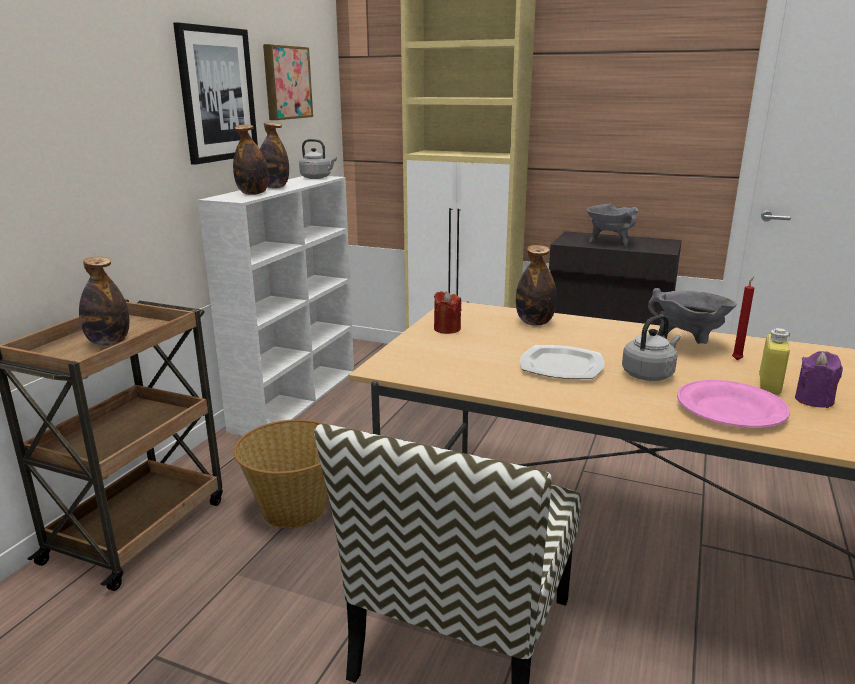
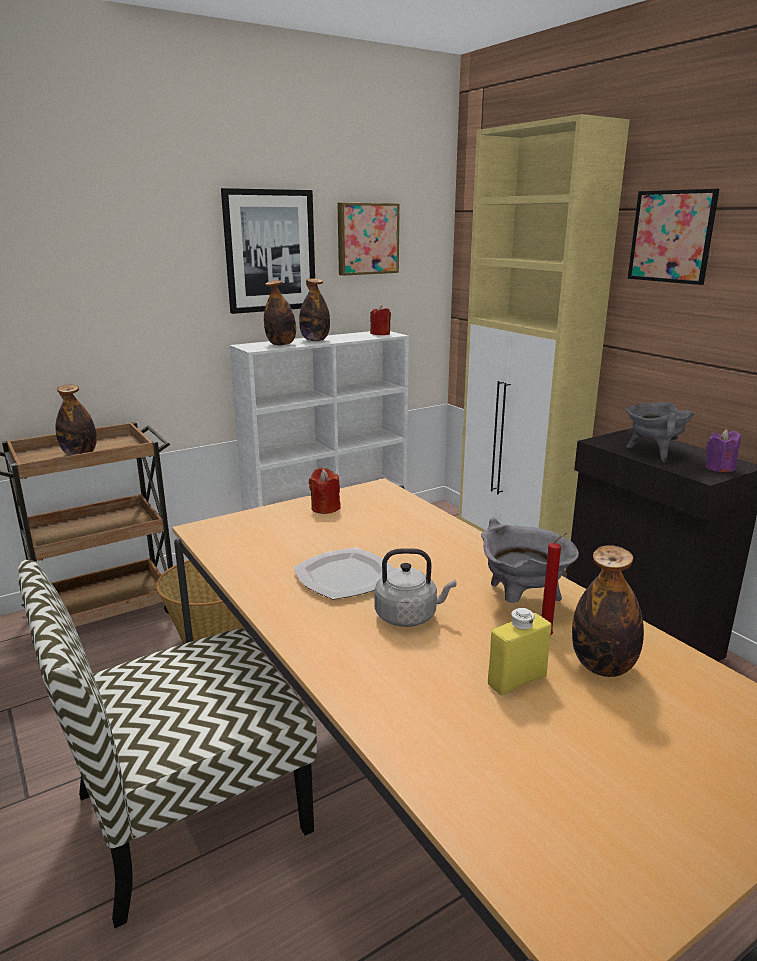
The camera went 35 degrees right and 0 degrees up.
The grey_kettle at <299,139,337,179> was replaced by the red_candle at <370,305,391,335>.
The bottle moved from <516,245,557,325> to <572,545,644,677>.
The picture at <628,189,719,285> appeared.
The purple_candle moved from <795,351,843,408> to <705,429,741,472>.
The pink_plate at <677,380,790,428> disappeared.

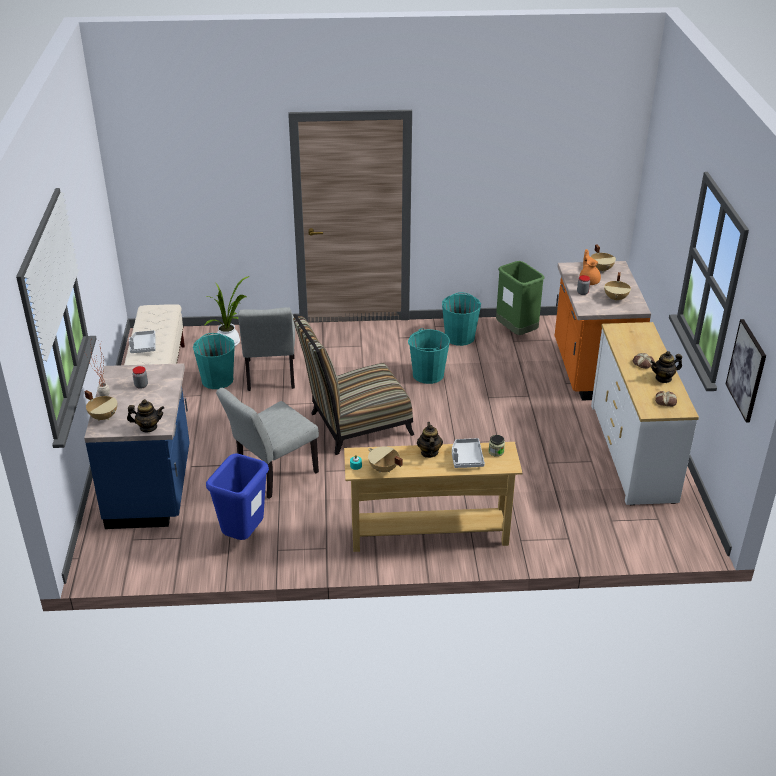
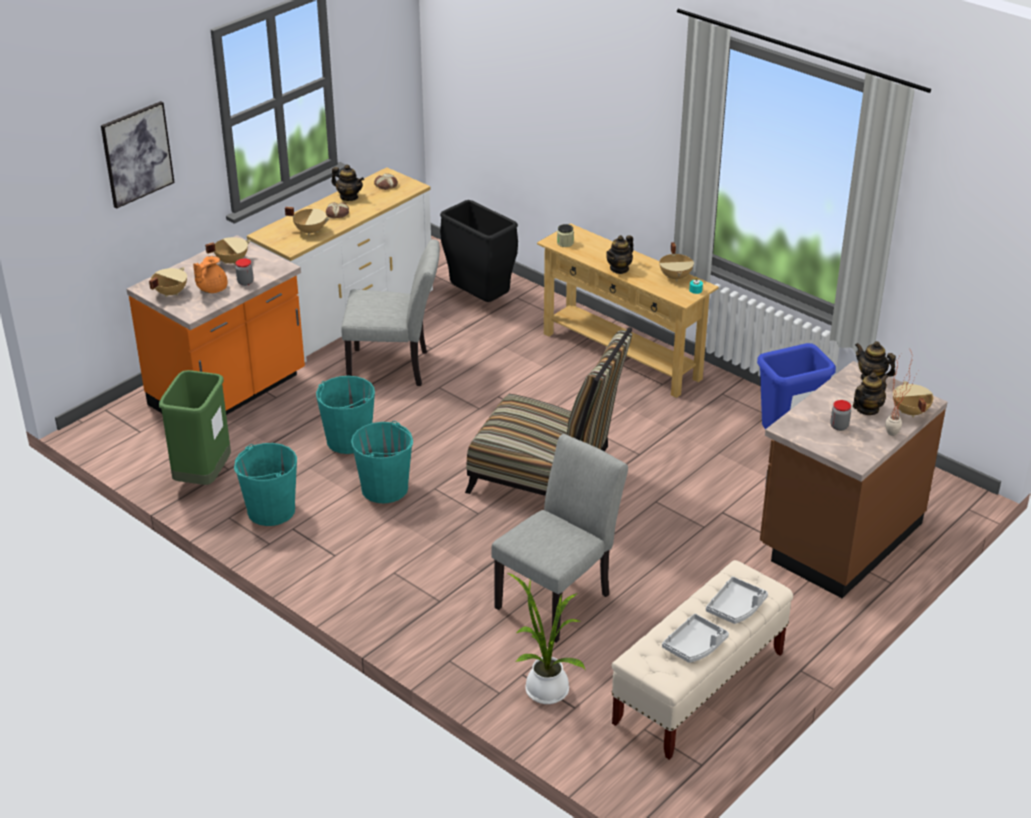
The camera went 135 degrees left and 0 degrees up.
The picture moved from <726,319,766,423> to <101,101,175,209>.
The beige_cooking_pot at <285,207,330,235> appeared.
The turquoise_bucket moved from <193,333,235,389> to <316,376,375,454>.
The grey_chair moved from <216,388,319,499> to <342,239,440,386>.
The black_trash_can at <440,200,518,302> appeared.
The grey_tray moved from <452,438,485,468> to <662,614,729,663>.
The blue_counter at <84,363,190,529> became the brown_counter at <760,361,948,598>.
The teapot at <853,372,889,415> appeared.

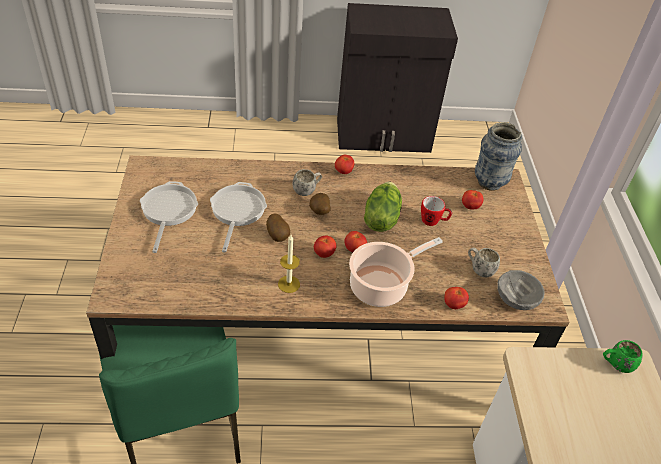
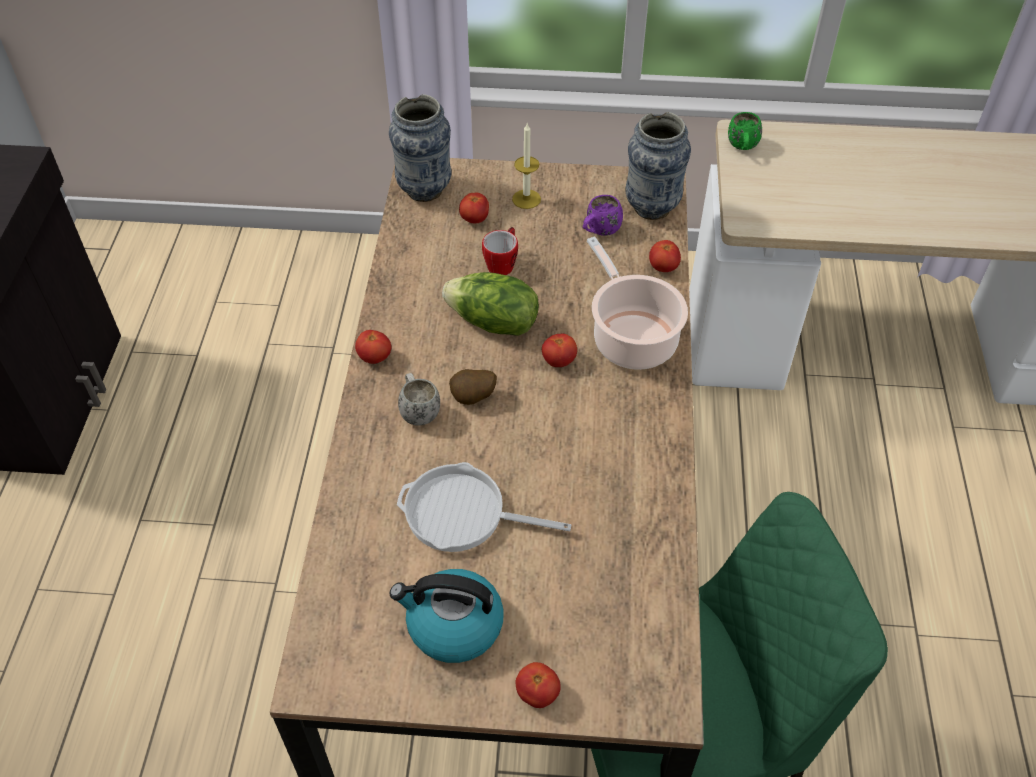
The camera went 80 degrees left and 5 degrees up.
The frying_pan at <140,181,198,253> was replaced by the kettle at <390,569,504,663>.
The candle moved from <278,235,300,293> to <512,123,541,209>.
The tomato moved from <314,235,336,258> to <516,662,561,708>.
The white_mug at <468,248,500,277> became the purple_mug at <583,195,623,236>.
The grey_bowl at <497,270,545,310> was replaced by the vase at <625,112,691,220>.
The potato at <266,213,290,242> disappeared.

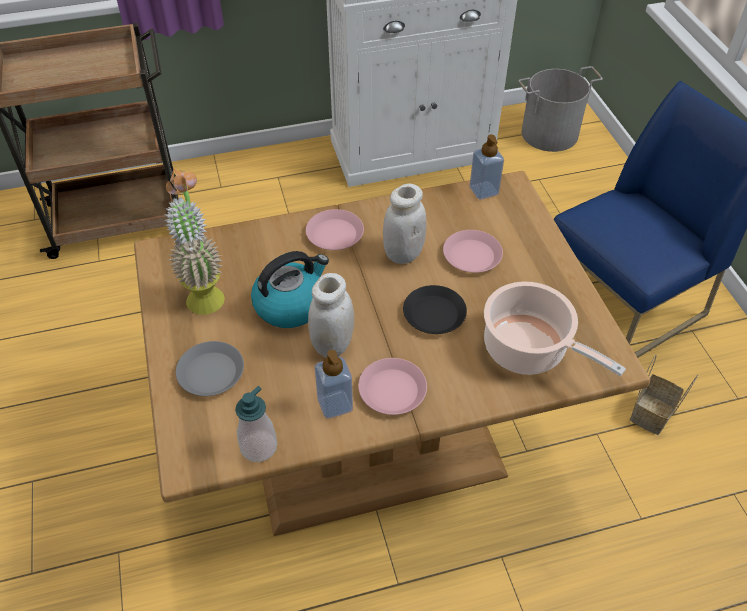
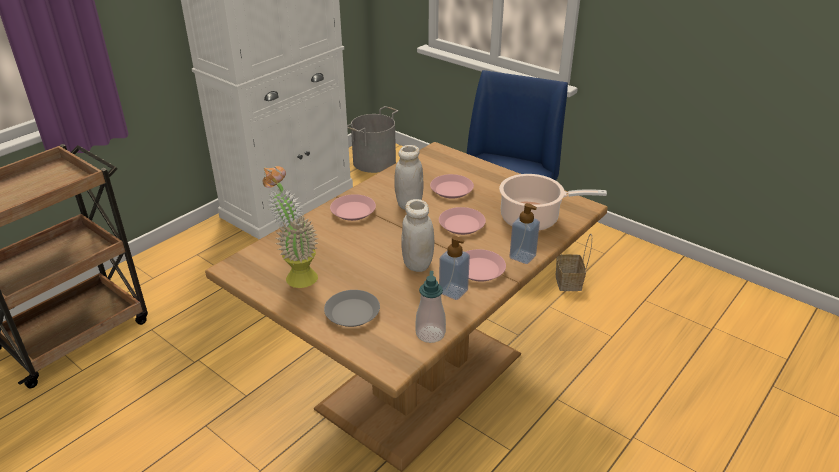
The camera went 35 degrees left and 15 degrees down.
The black_plate at <403,285,467,334> became the pink_plate at <439,207,486,235>.
The soap_dispenser moved from <469,134,504,200> to <509,203,540,264>.
The kettle at <251,251,329,328> disappeared.

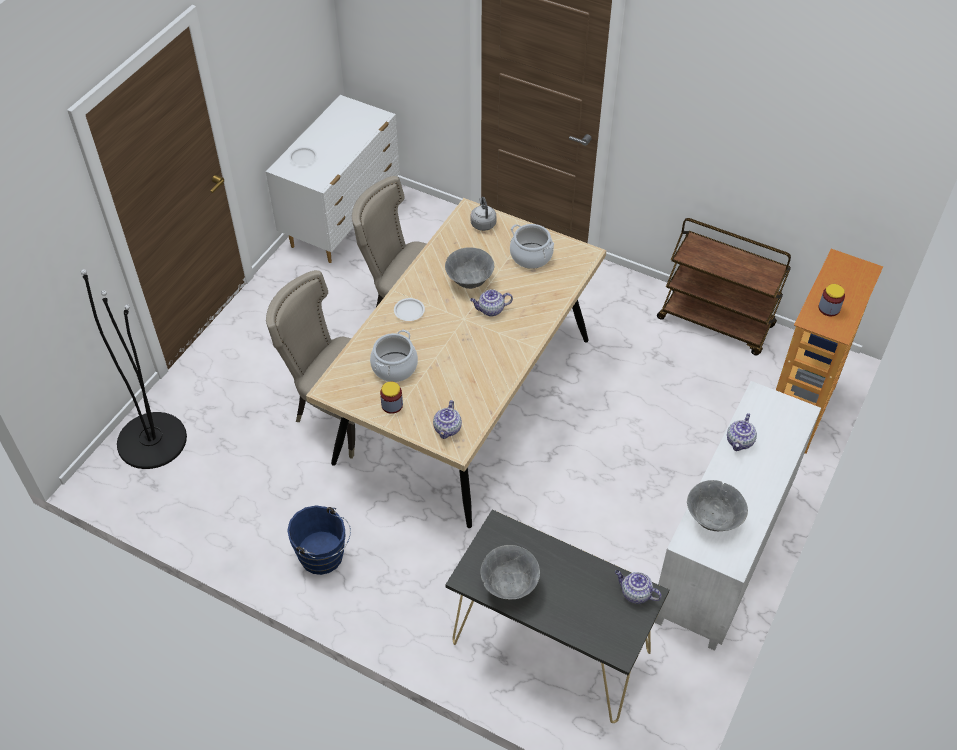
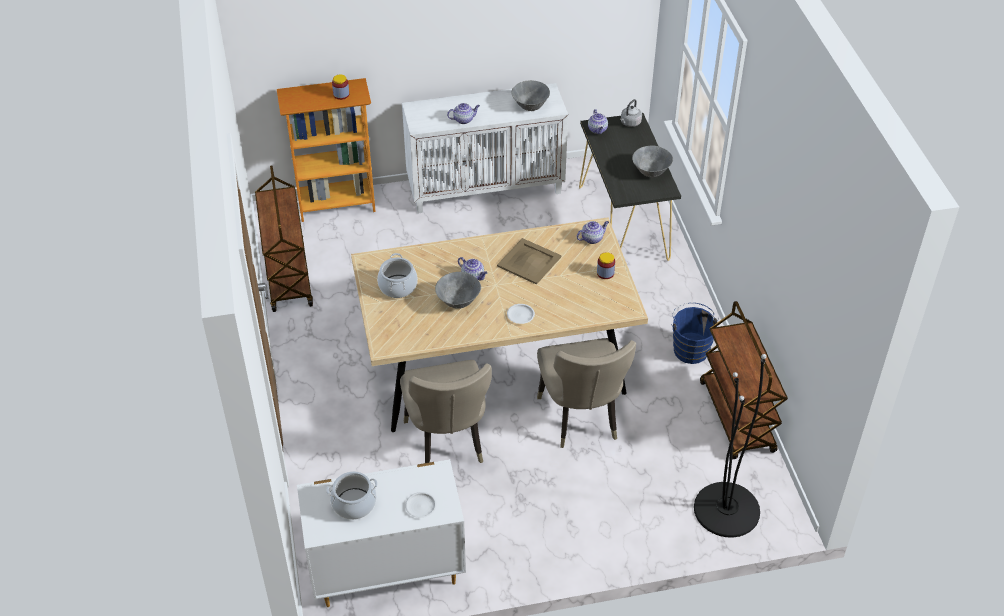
The camera went 130 degrees left and 5 degrees down.
The cooking_pot moved from <370,330,418,382> to <326,471,377,520>.
The beige_tray at <497,238,561,285> appeared.
The grey_kettle moved from <471,197,497,231> to <620,99,642,127>.
The brown_cart at <700,301,788,459> appeared.

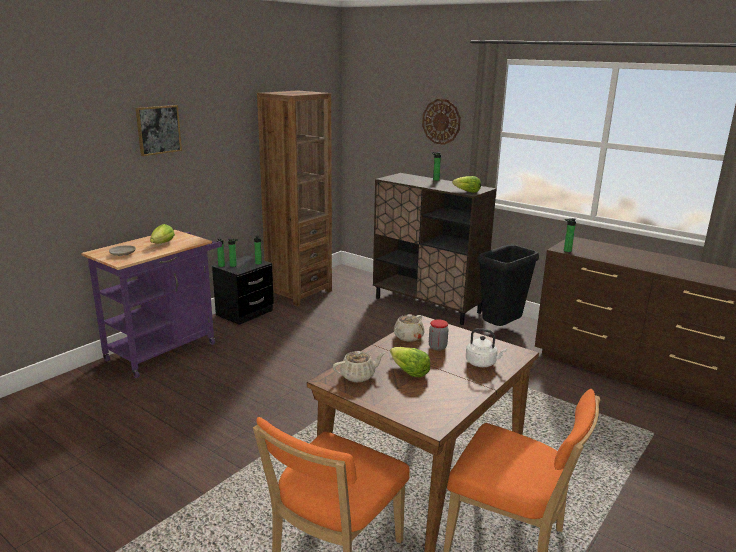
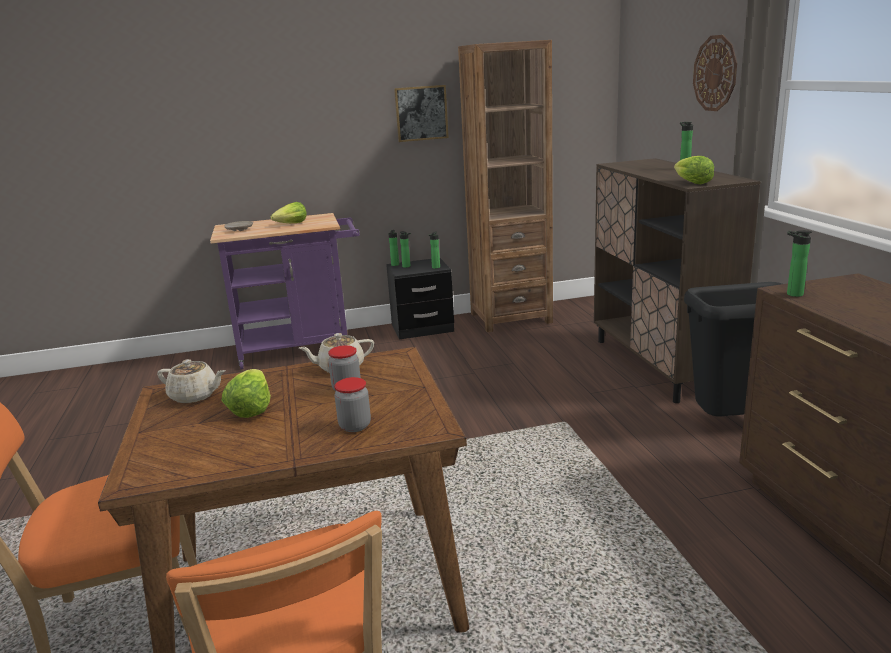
The camera went 40 degrees right and 0 degrees up.
The white_kettle at <466,328,507,367> was replaced by the jar at <334,377,371,432>.
The picture moved from <135,105,182,156> to <394,85,449,142>.

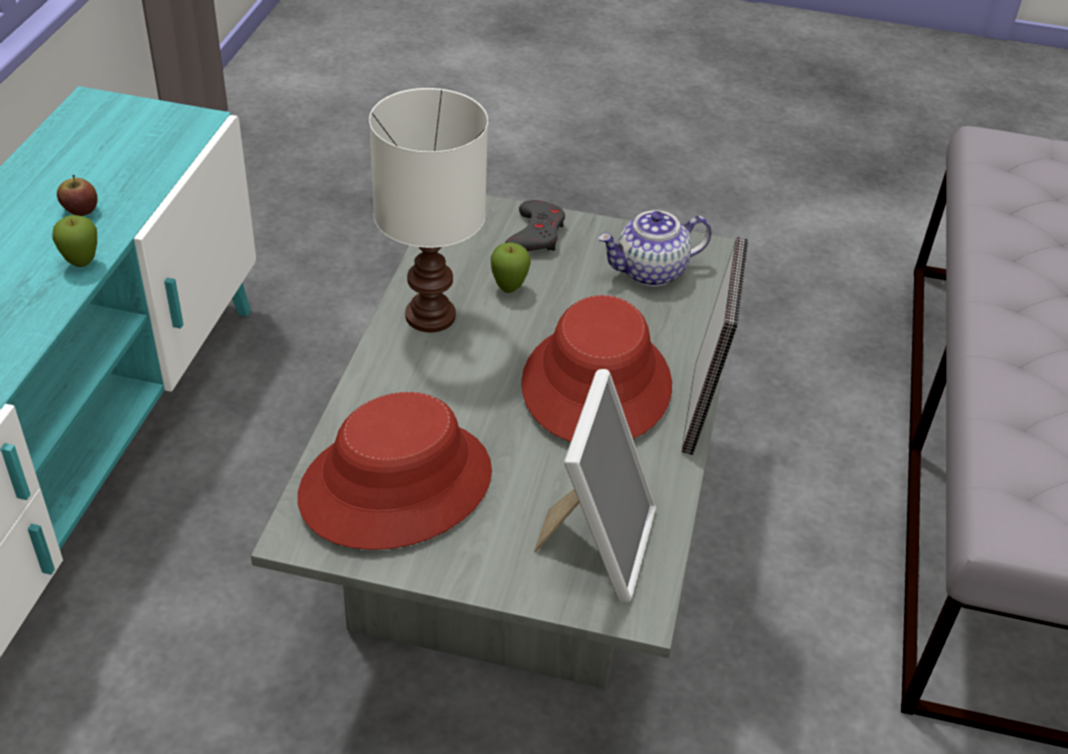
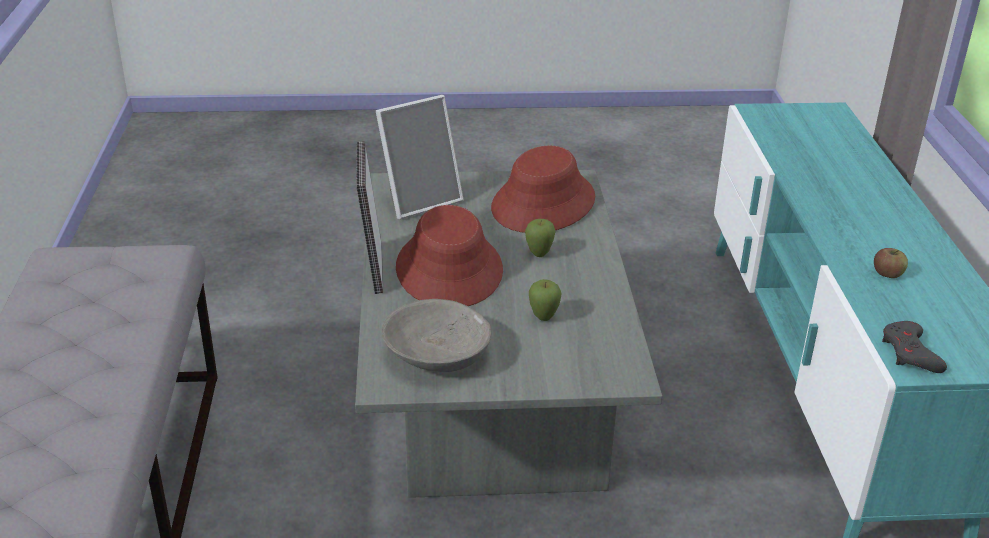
The camera went 165 degrees right and 10 degrees down.
The picture_frame at <534,369,656,603> turned 120 degrees counterclockwise.
The teapot at <598,210,712,287> was replaced by the grey_bowl at <381,299,491,372>.
The apple moved from <53,215,97,267> to <525,219,556,257>.
The grey_game_controller moved from <505,200,565,251> to <882,321,947,373>.
The white_table_lamp at <369,88,488,332> disappeared.

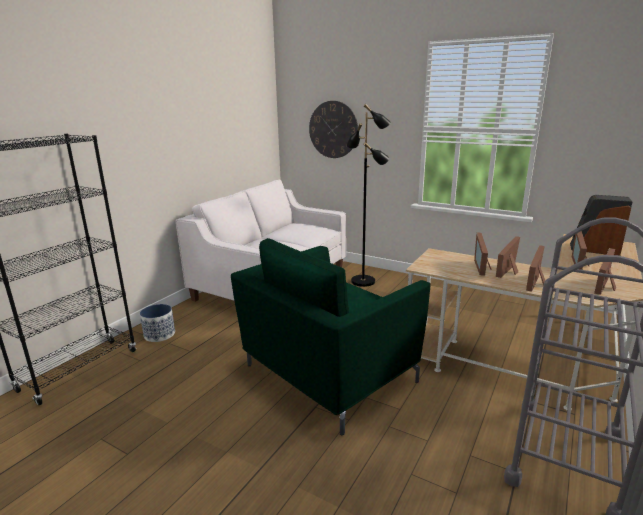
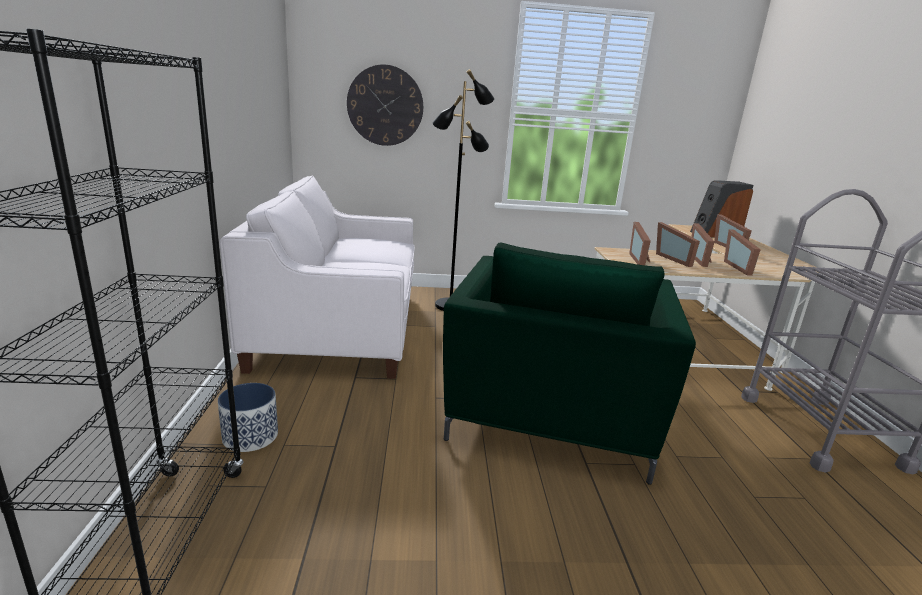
The camera went 35 degrees left and 0 degrees up.
The picture_frame moved from <594,248,616,295> to <629,222,651,265>.

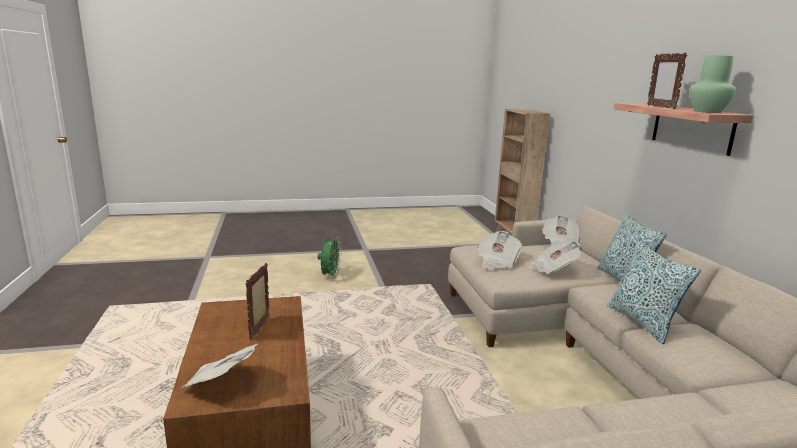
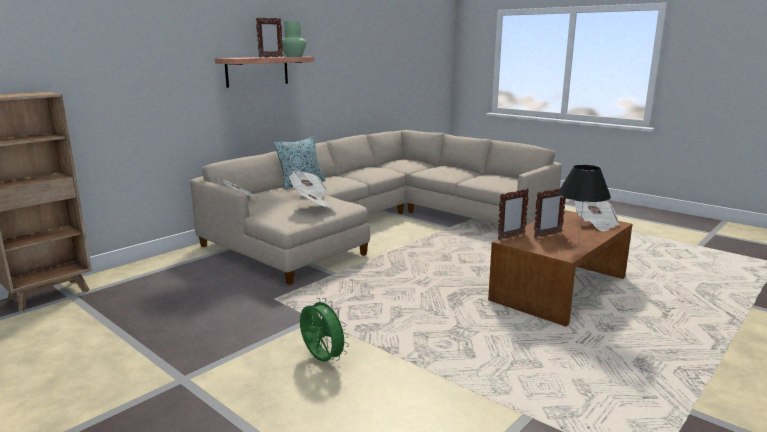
The camera went 125 degrees left and 0 degrees up.
The green_fan at <317,237,341,278> turned 75 degrees clockwise.
The picture_frame at <498,188,529,240> appeared.
The black_table_lamp at <557,165,611,244> appeared.
The pillow at <607,242,701,344> disappeared.

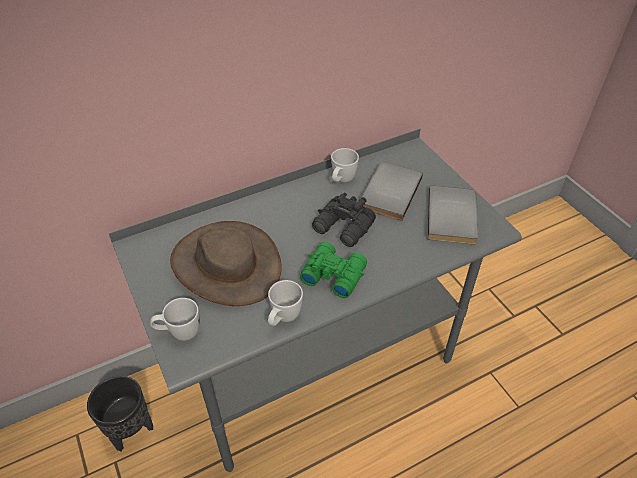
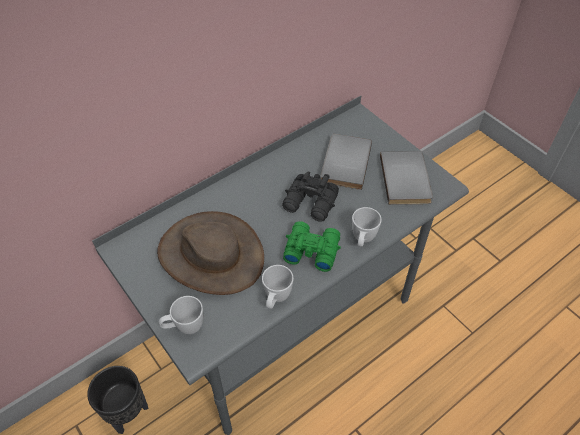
The camera went 10 degrees left and 5 degrees up.
The white_mug moved from <331,148,359,183> to <352,207,382,247>.

